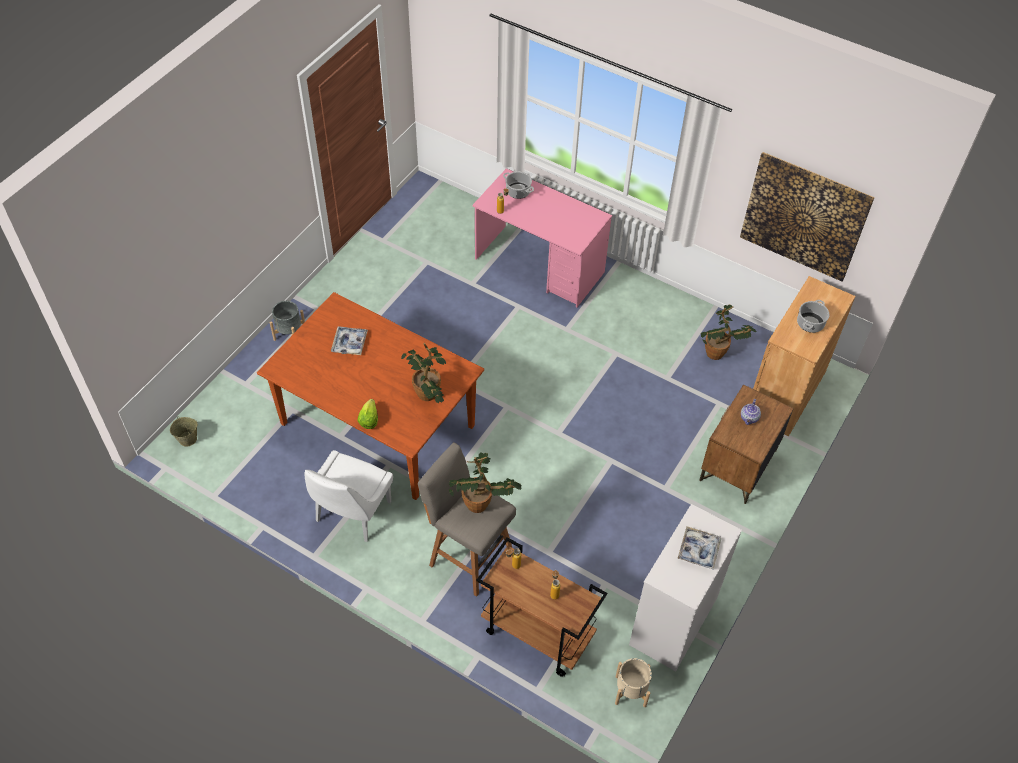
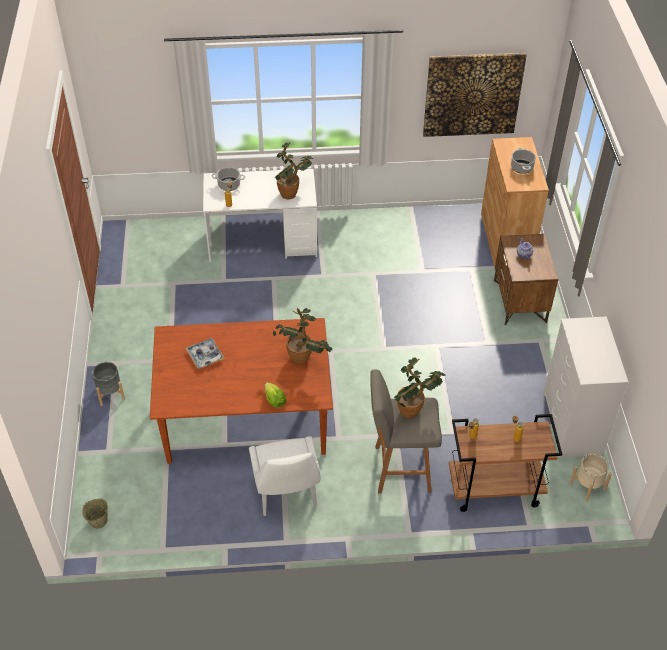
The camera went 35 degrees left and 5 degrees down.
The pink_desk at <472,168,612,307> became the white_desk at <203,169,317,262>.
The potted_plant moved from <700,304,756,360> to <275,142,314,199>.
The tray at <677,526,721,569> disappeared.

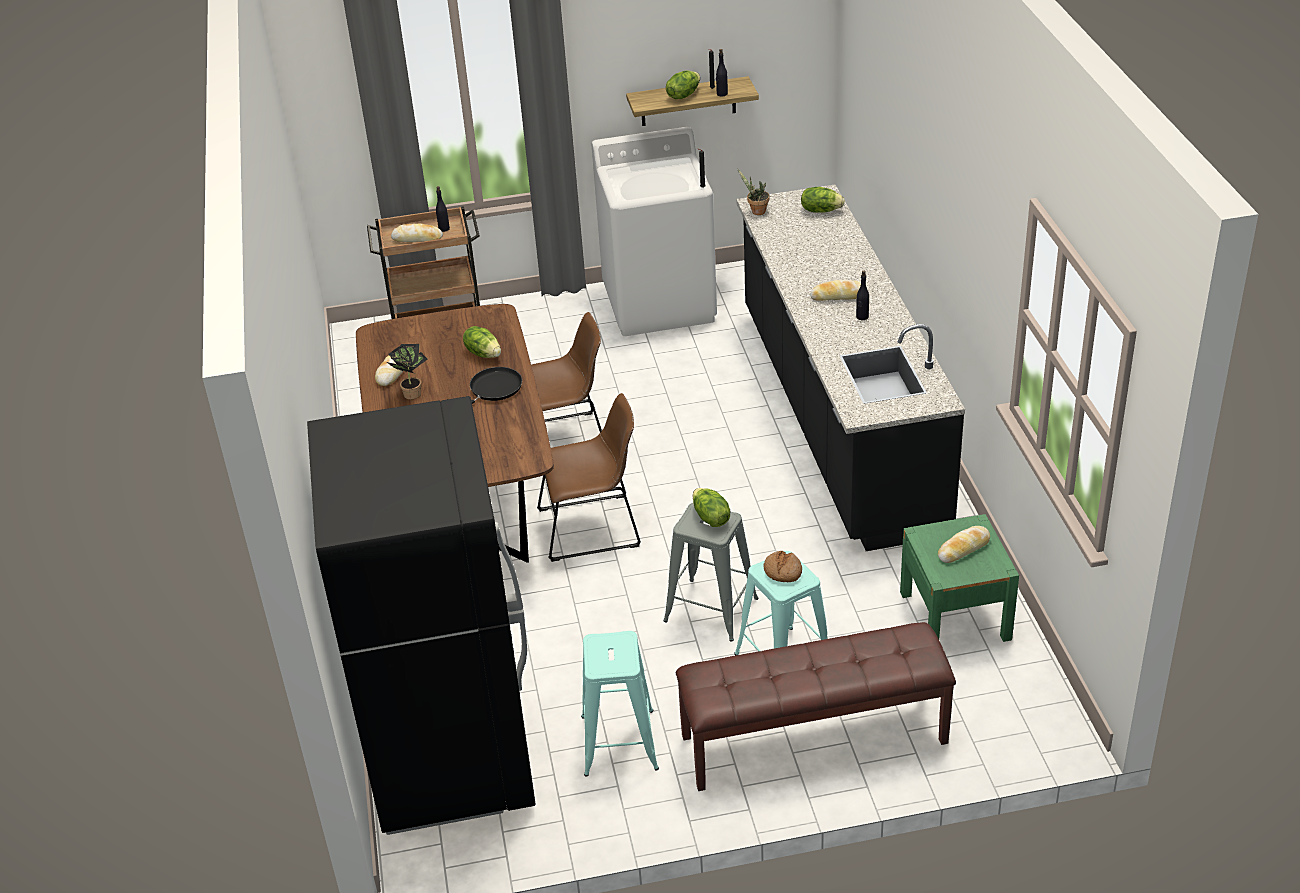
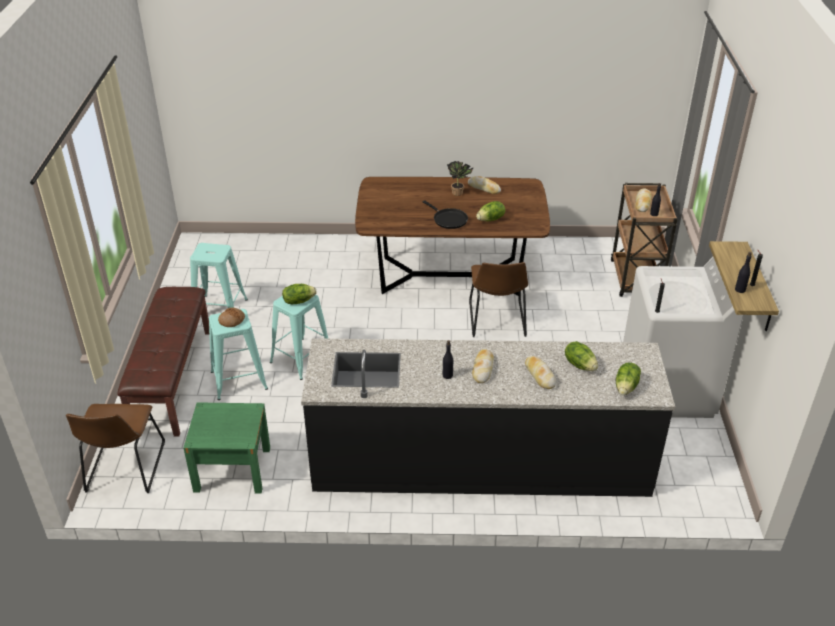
The camera went 100 degrees right and 0 degrees up.
The brown_chair moved from <537,393,641,562> to <66,404,165,493>.
The grey_stool at <663,503,758,641> became the turquoise_stool at <270,295,328,380>.
The bread moved from <938,526,990,563> to <525,356,556,389>.
The lettuce moved from <666,70,700,99> to <565,341,598,371>.
The black_fridge at <307,396,536,835> disappeared.
The potted_plant at <737,169,769,215> disappeared.

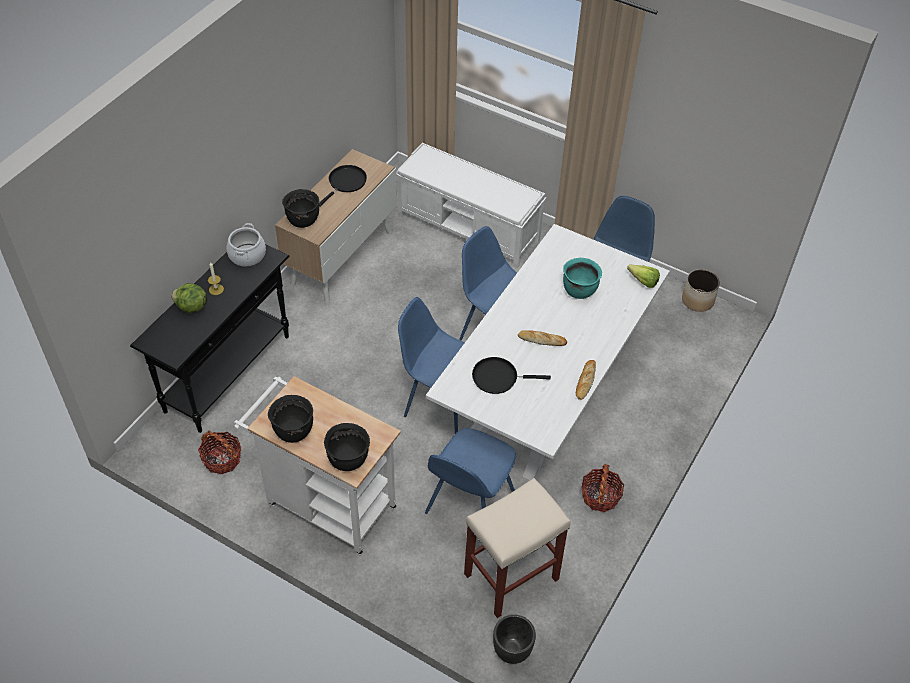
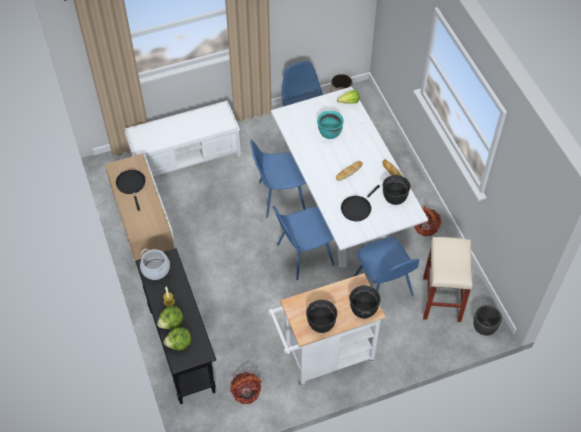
The camera went 50 degrees left and 5 degrees up.
The lettuce at <164,327,191,351> appeared.
The black_cooking_pot moved from <282,189,319,228> to <383,175,411,205>.

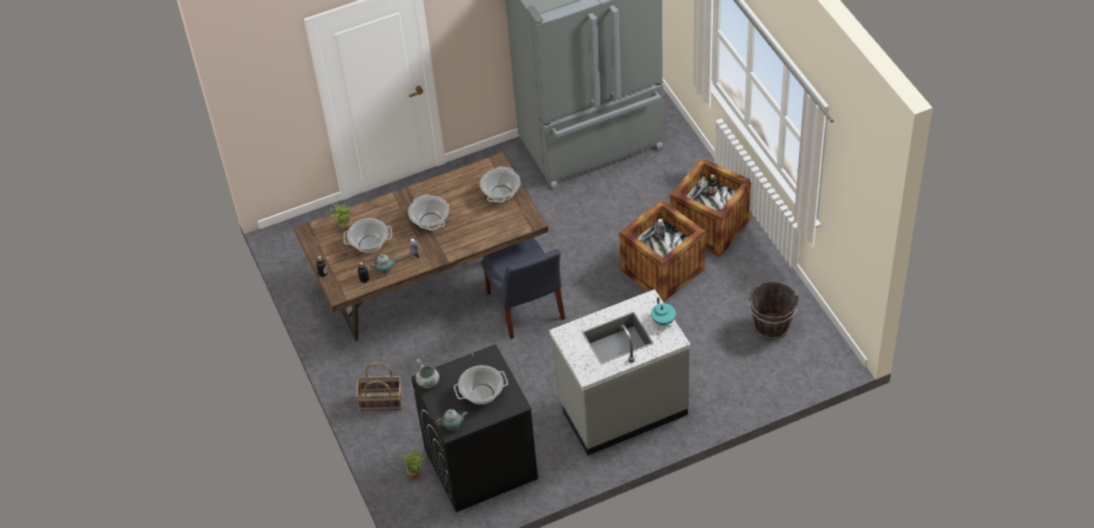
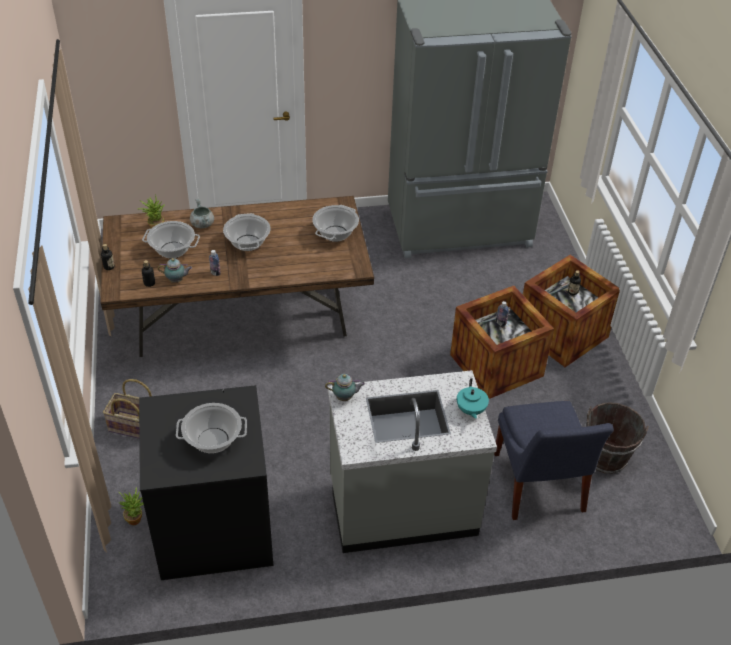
The camera went 10 degrees right and 5 degrees down.
The grey_cooking_pot moved from <416,359,439,388> to <190,199,214,228>.
The teapot moved from <436,409,468,431> to <325,374,365,401>.
The blue_chair moved from <481,238,565,339> to <494,401,614,520>.

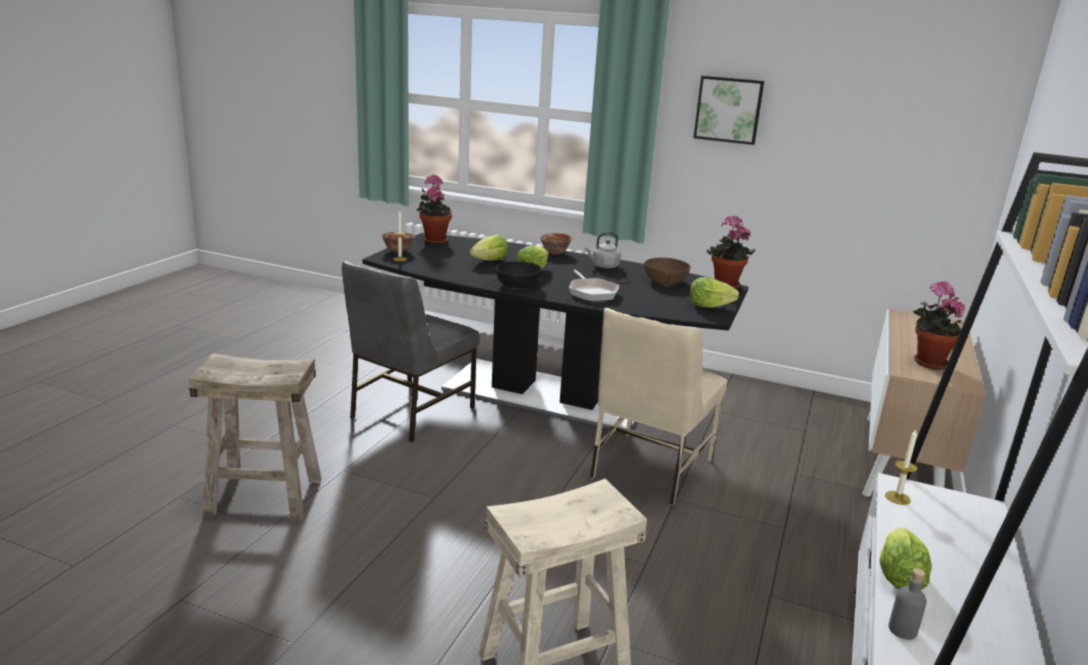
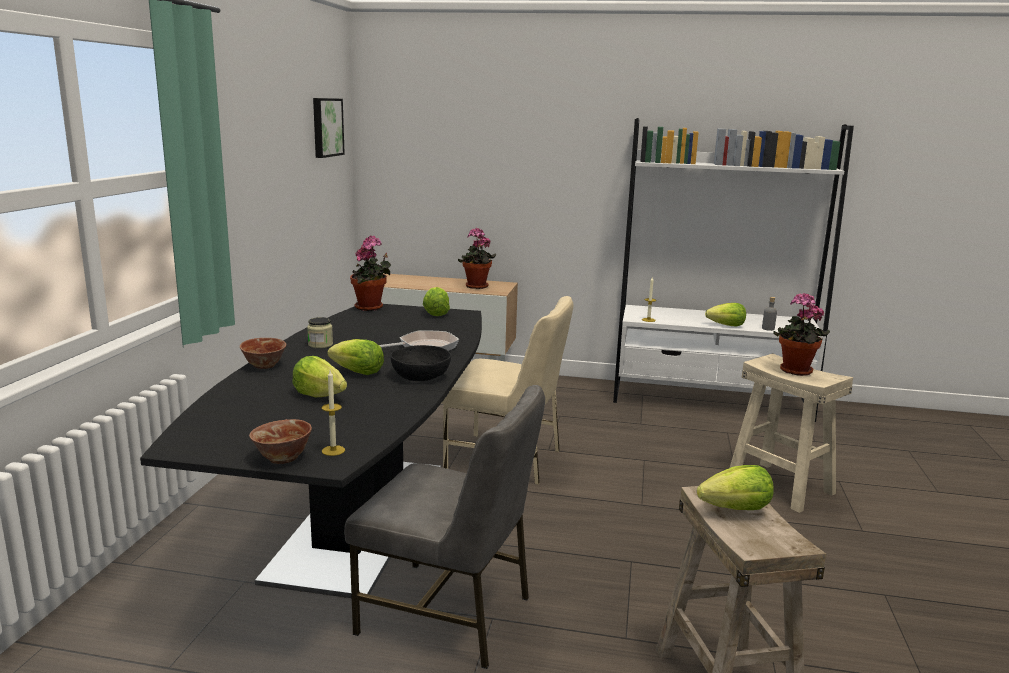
The camera went 100 degrees left and 5 degrees down.
The grey_kettle at <585,232,621,269> was replaced by the jar at <307,317,333,348>.
The picture moved from <694,76,764,145> to <313,98,345,158>.
The lettuce at <697,465,774,510> appeared.
The potted_plant moved from <417,174,452,244> to <773,293,830,376>.
The brown_bowl at <644,258,691,284> disappeared.

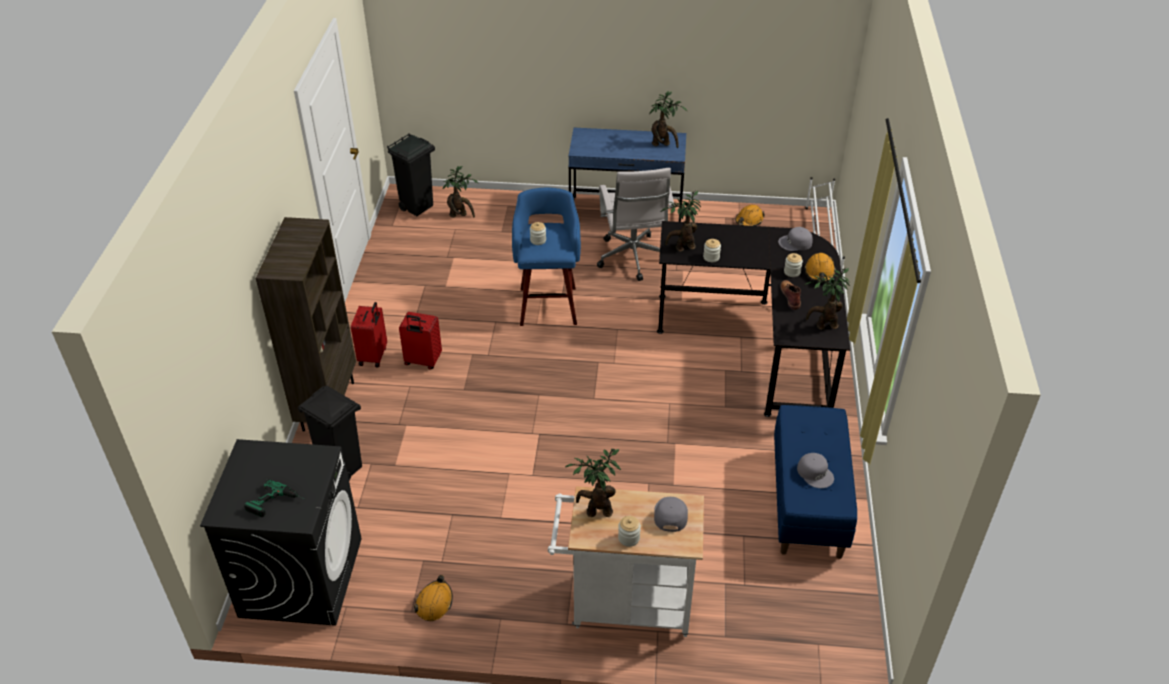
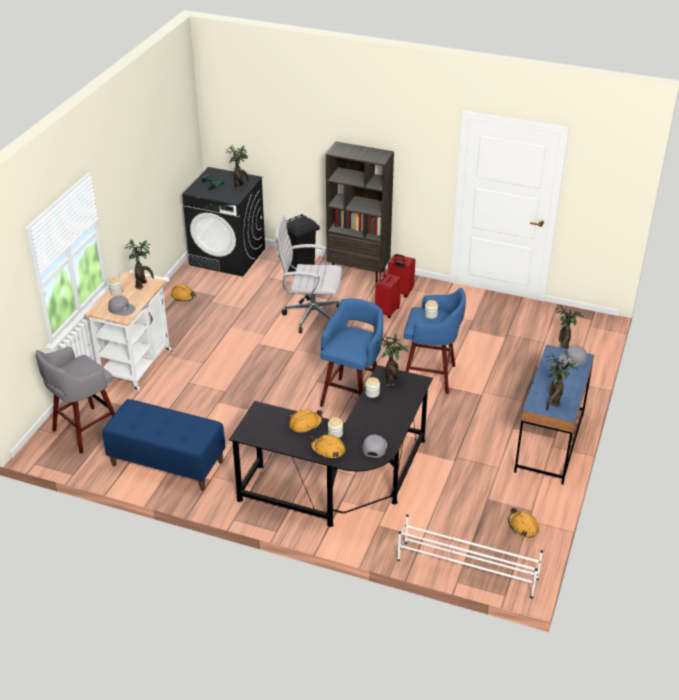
The camera went 105 degrees right and 5 degrees down.
The grey_stool at <36,347,115,454> appeared.
The potted_plant moved from <804,268,850,330> to <226,145,249,190>.
The white_office_chair moved from <597,168,674,281> to <275,214,342,333>.
The brown_boot at <780,280,801,310> was replaced by the orange_hard_hat at <289,409,323,432>.
The blue_stool at <320,298,383,407> appeared.
The grey_cap moved from <797,453,834,488> to <559,345,587,367>.
The black_trash_can at <387,133,435,216> disappeared.

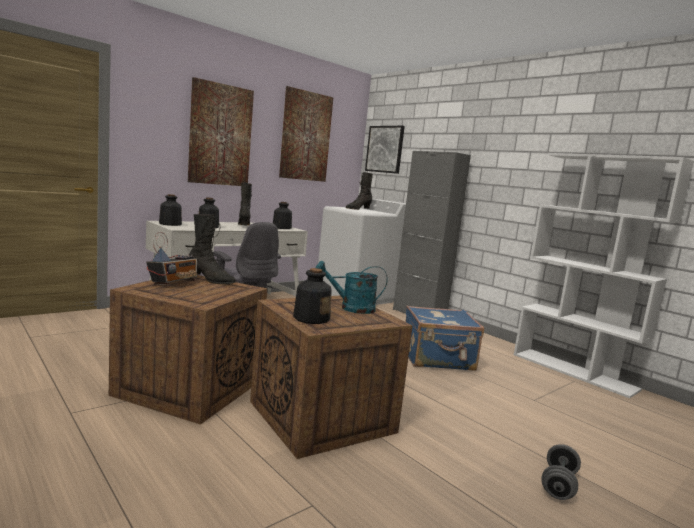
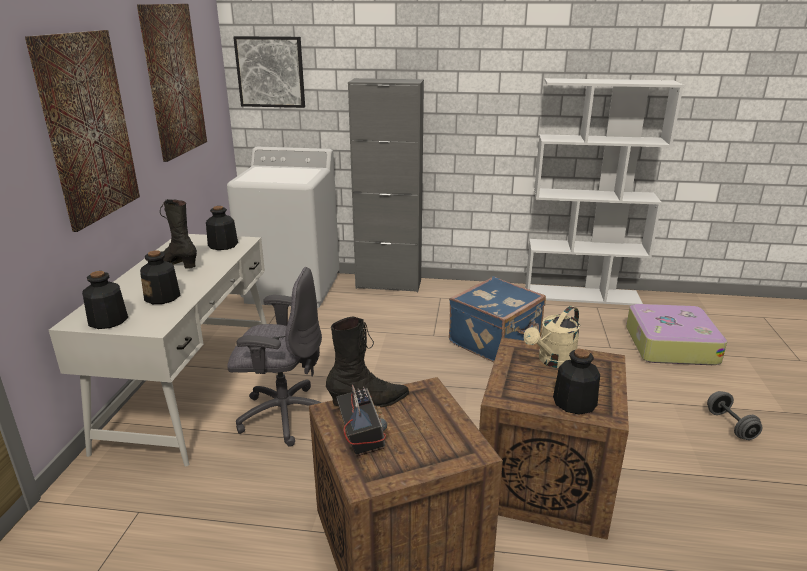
The camera went 40 degrees left and 15 degrees up.
The turquoise_watering_can at <315,261,388,314> became the beige_watering_can at <524,306,580,368>.
The suitcase at <626,304,727,365> appeared.
The black_boot at <346,172,373,210> disappeared.

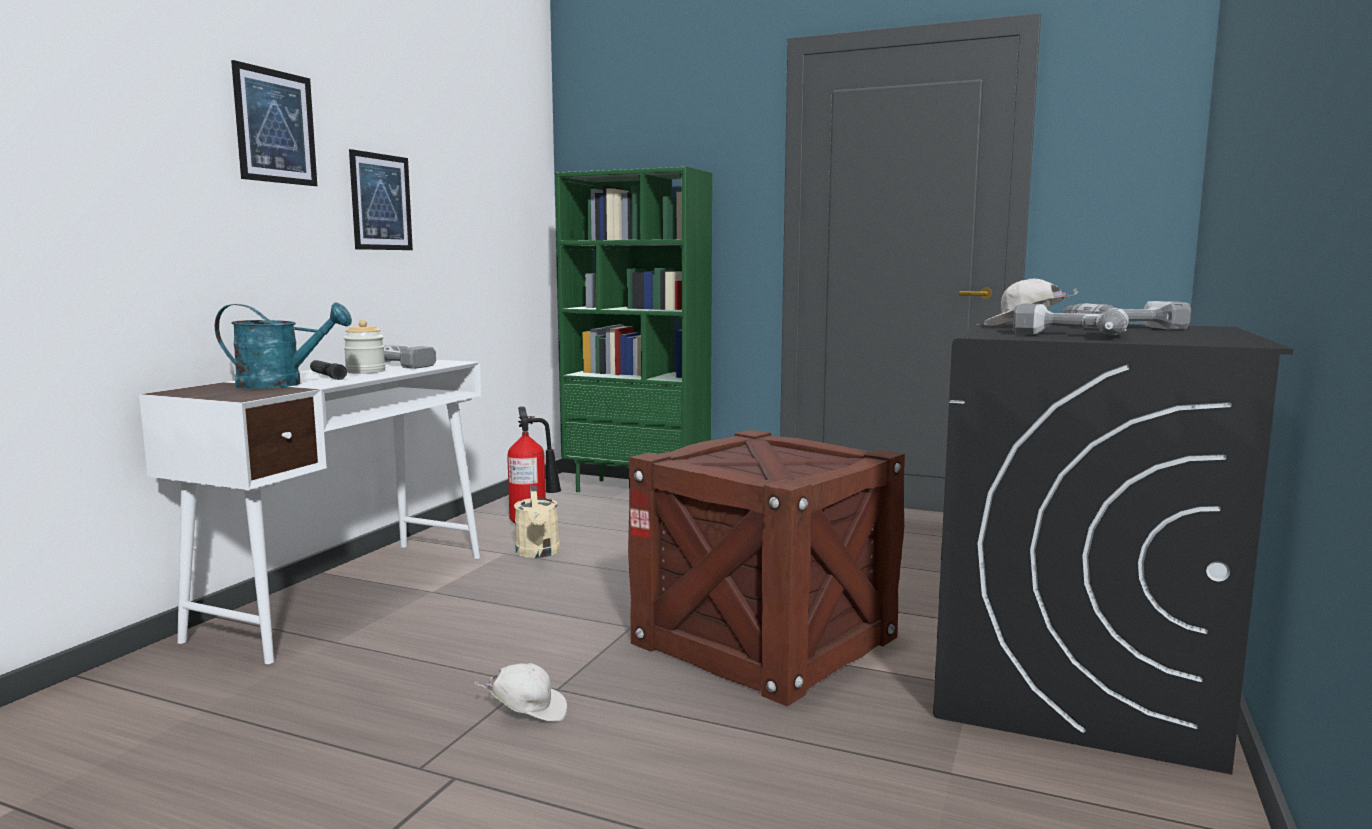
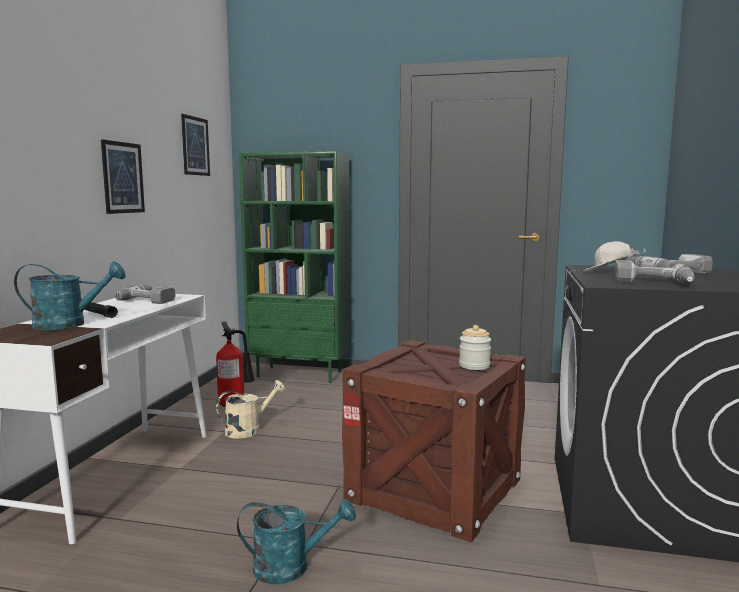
The camera went 10 degrees left and 0 degrees up.
The picture moved from <231,60,317,186> to <181,114,210,176>.
The beige_watering_can at <514,485,560,558> turned 105 degrees counterclockwise.
The white_cap at <474,663,567,722> was replaced by the turquoise_watering_can at <237,499,356,584>.
The jar moved from <343,320,386,374> to <459,325,491,370>.

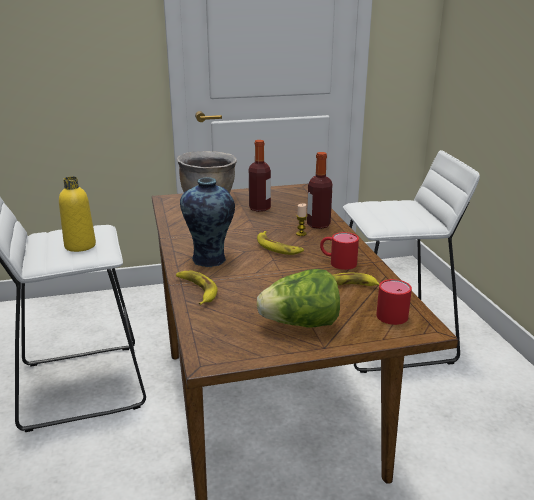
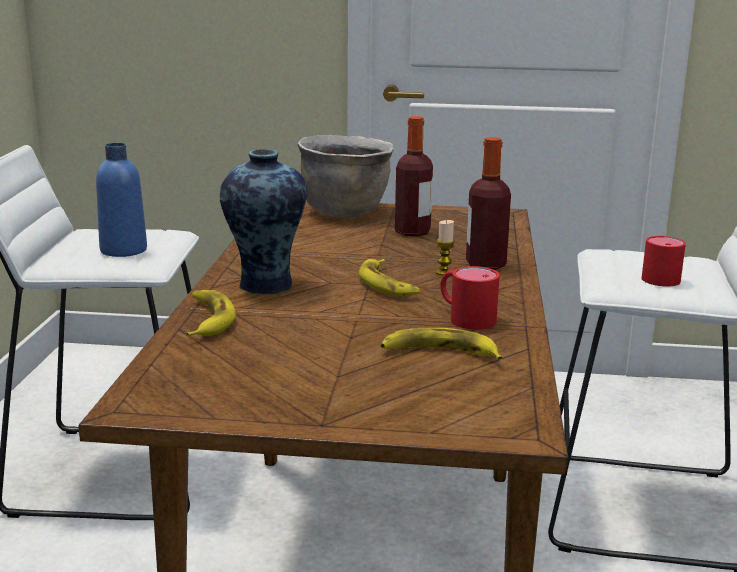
The camera went 20 degrees right and 5 degrees down.
The yellow_bottle at <59,177,96,252> became the blue_bottle at <96,143,147,257>.
The red_mug moved from <376,279,412,325> to <642,236,686,286>.
The lettuce at <257,269,340,328> disappeared.

